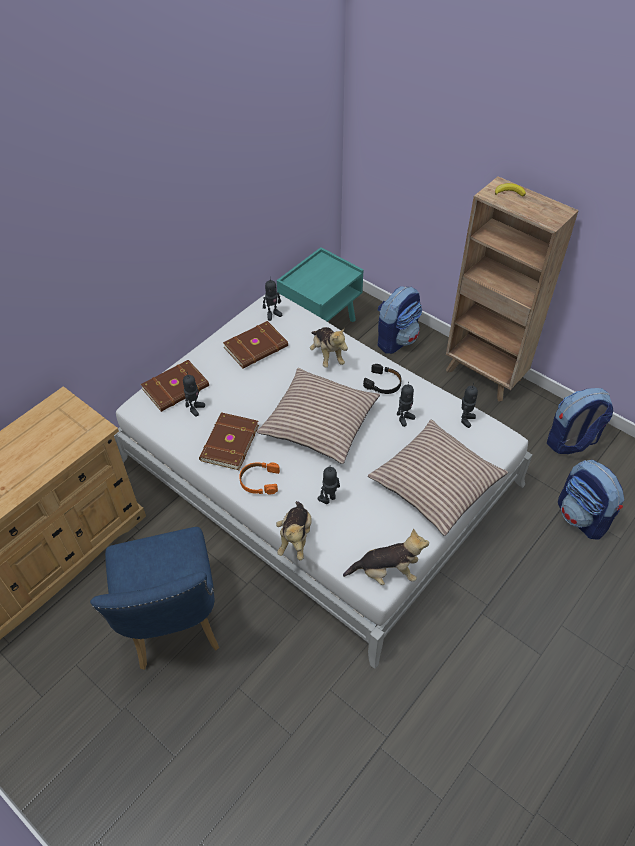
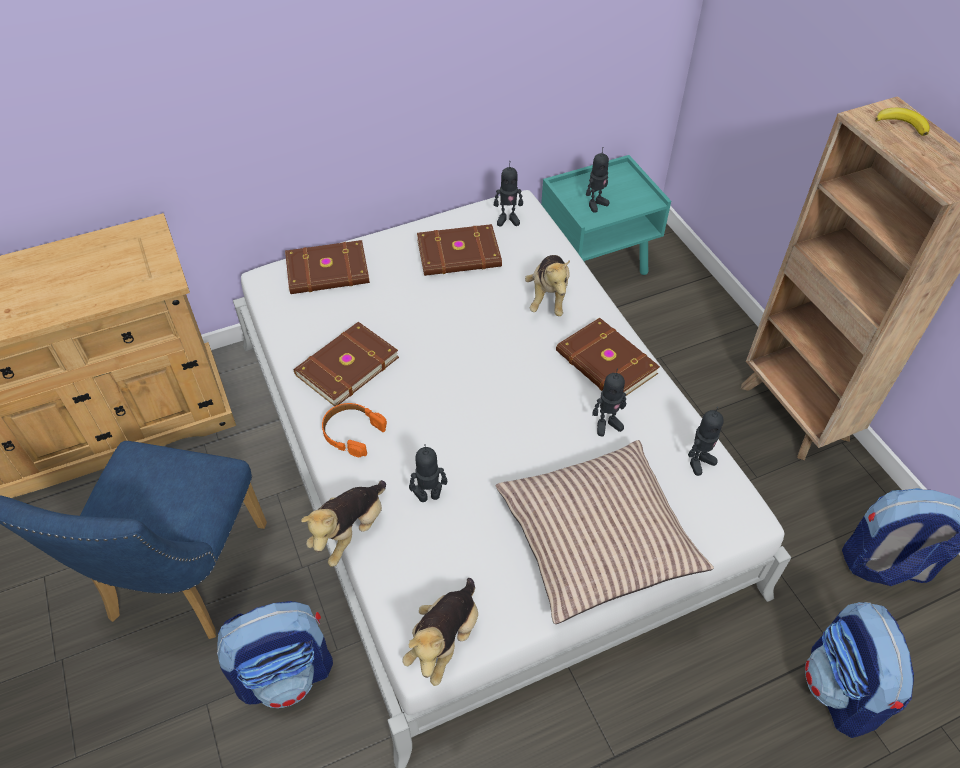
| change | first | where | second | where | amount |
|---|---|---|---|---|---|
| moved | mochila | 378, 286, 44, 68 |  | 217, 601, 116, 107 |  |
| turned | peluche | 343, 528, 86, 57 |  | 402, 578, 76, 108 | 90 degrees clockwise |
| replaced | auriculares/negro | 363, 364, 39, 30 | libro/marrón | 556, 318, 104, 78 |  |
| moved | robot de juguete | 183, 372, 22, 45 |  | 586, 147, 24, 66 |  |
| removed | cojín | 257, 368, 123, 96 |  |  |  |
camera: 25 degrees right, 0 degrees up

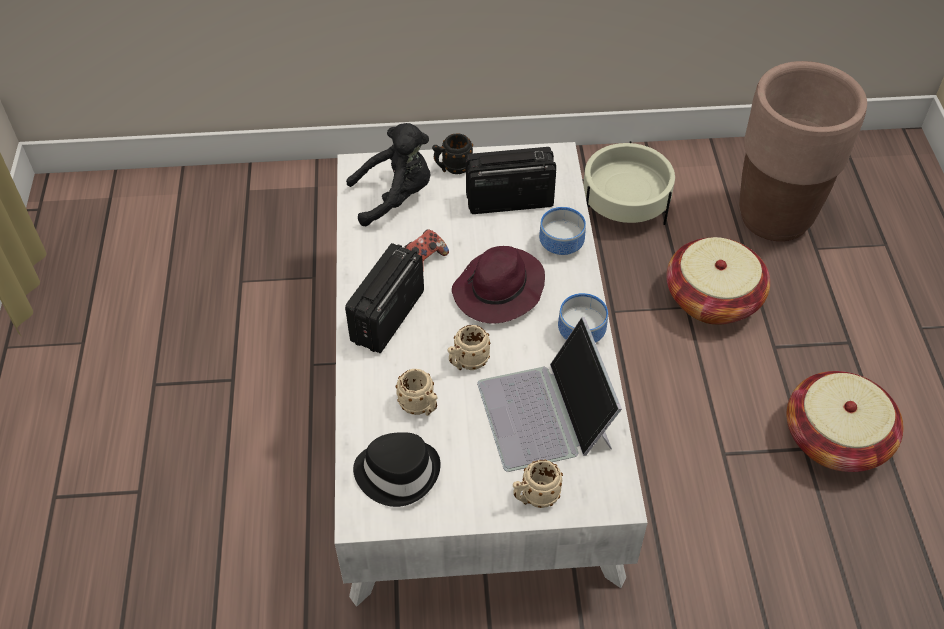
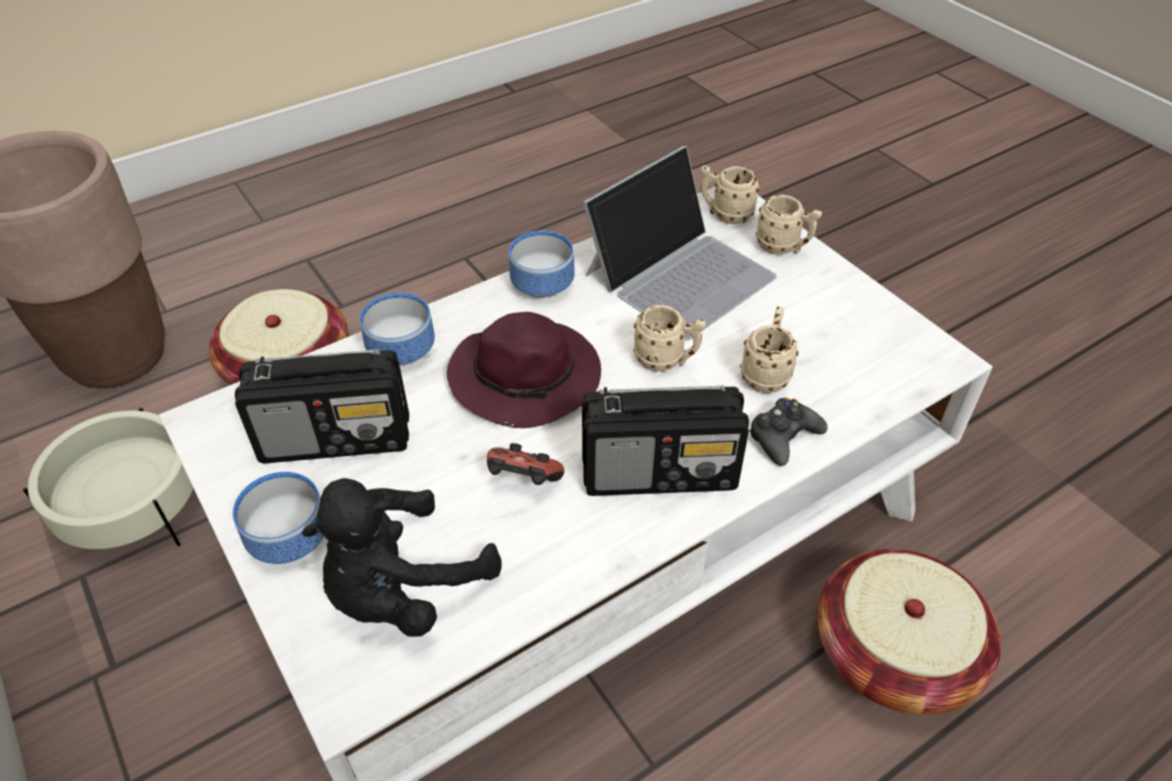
| change | first | where | second | where | amount |
|---|---|---|---|---|---|
| replaced | taza grande/negro | 432, 133, 41, 41 | cuenco | 233, 472, 91, 92 |  |
| turned | radio | 466, 147, 90, 67 |  | 235, 349, 174, 114 | 60 degrees counterclockwise |
| turned | peluche/negro | 346, 123, 85, 103 |  | 302, 478, 200, 159 | 90 degrees counterclockwise |
| added |  |  | taza grande/beis | 701, 166, 59, 58 |  |
| added |  |  | mando de consola/negro | 749, 397, 79, 69 |  |
| moved | cesta | 787, 371, 117, 101 |  | 818, 549, 183, 166 |  |
| removed | sombrero/negro | 353, 432, 88, 75 |  |  |  |
camera: 120 degrees left, 5 degrees down

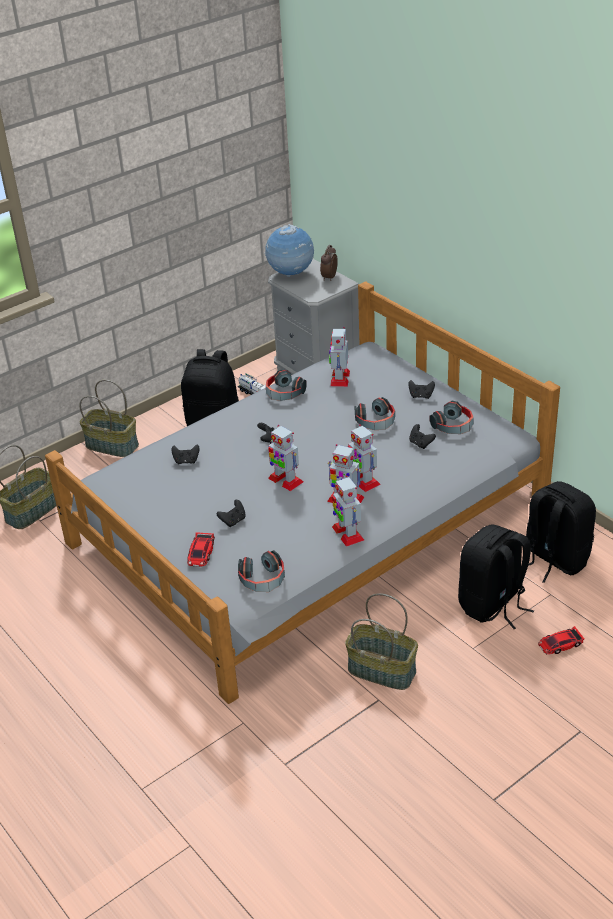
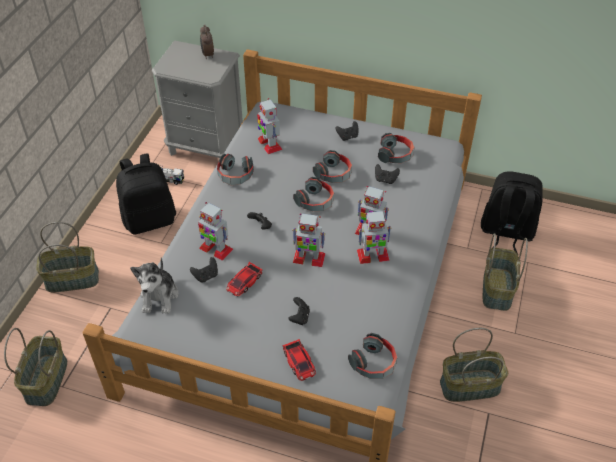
| change | first | where | second | where | amount |
|---|---|---|---|---|---|
| added |  |  | peluche | 130, 258, 48, 56 |  |
| moved | robot de juguete | 332, 475, 32, 72 |  | 198, 202, 35, 59 |  |
| moved | coche de juguete | 538, 626, 46, 29 |  | 226, 262, 37, 34 |  |
| added |  |  | auriculares | 293, 177, 41, 34 |  |
| replaced | mochila/negro | 458, 524, 76, 105 | cesta | 483, 233, 45, 78 |  |
| removed | globo terráqueo | 264, 224, 50, 53 |  |  |  |
camera: 35 degrees left, 10 degrees up

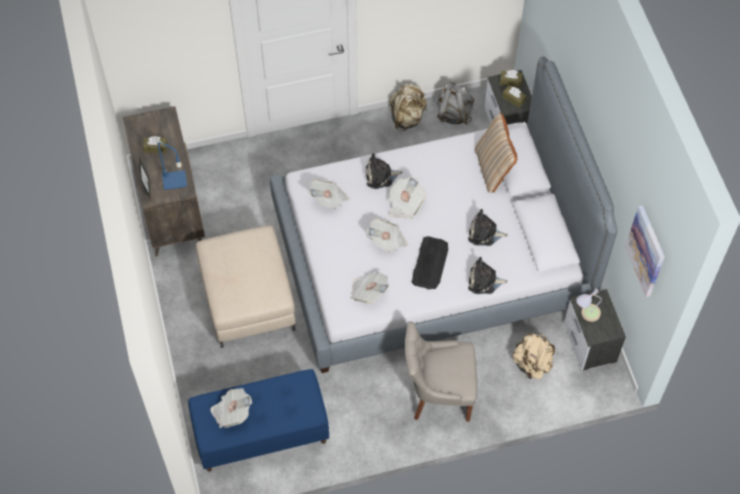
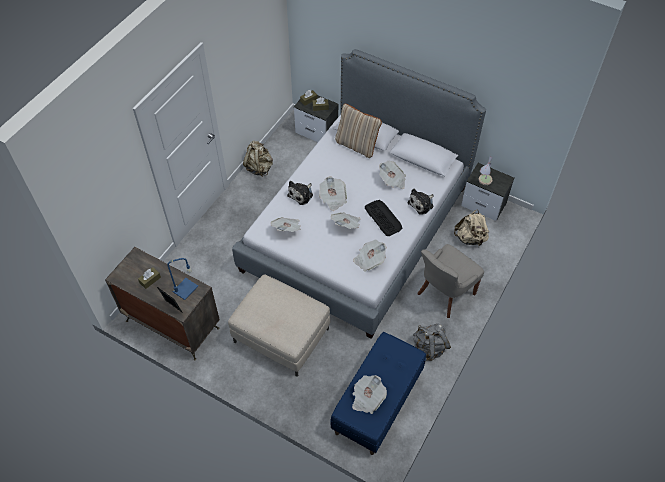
| change | first | where | second | where | amount |
|---|---|---|---|---|---|
| replaced | peluche | 468, 209, 40, 37 | periódico | 379, 161, 27, 28 |  |
| moved | mochila/gris | 437, 81, 37, 44 |  | 413, 324, 38, 37 |  |
| removed | cuadro | 625, 205, 40, 92 |  |  |  |
camera: 45 degrees left, 5 degrees down

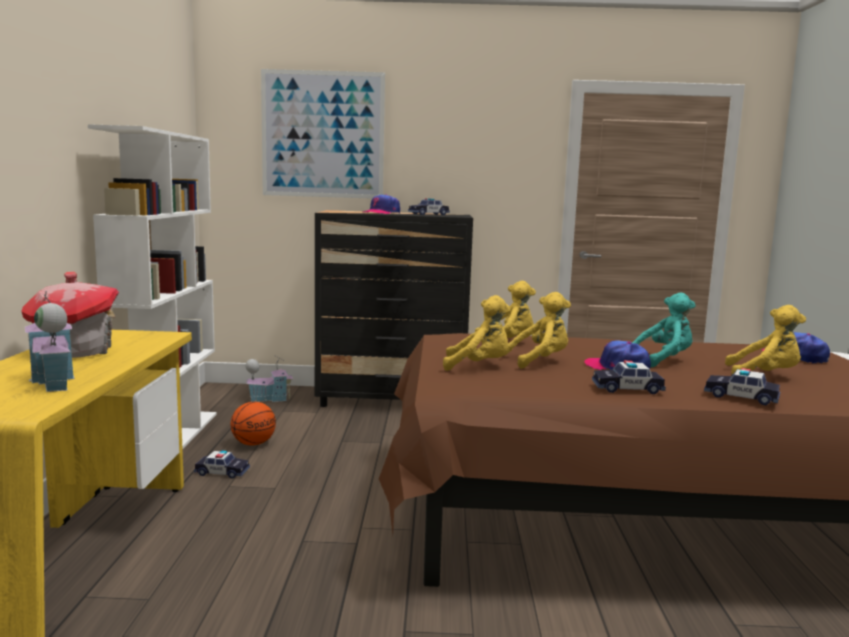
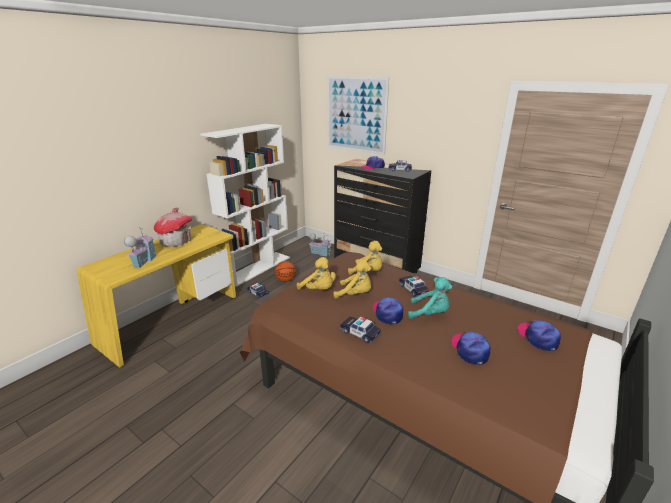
| change | first | where | second | where | amount |
|---|---|---|---|---|---|
| moved | coche de juguete | 704, 368, 76, 37 |  | 398, 276, 31, 21 |  |
| replaced | peluche/amarillo | 725, 305, 81, 69 | gorra | 451, 331, 40, 34 |  |
camera: 35 degrees right, 15 degrees up

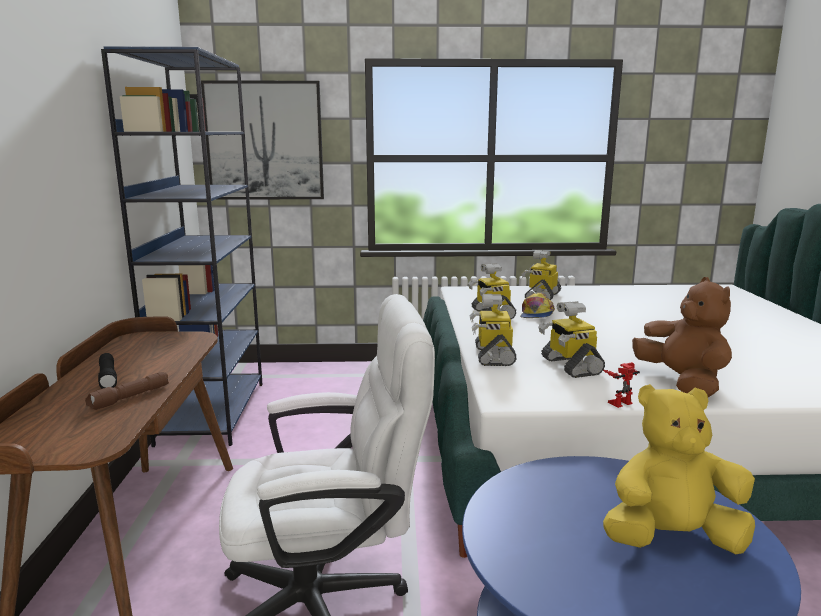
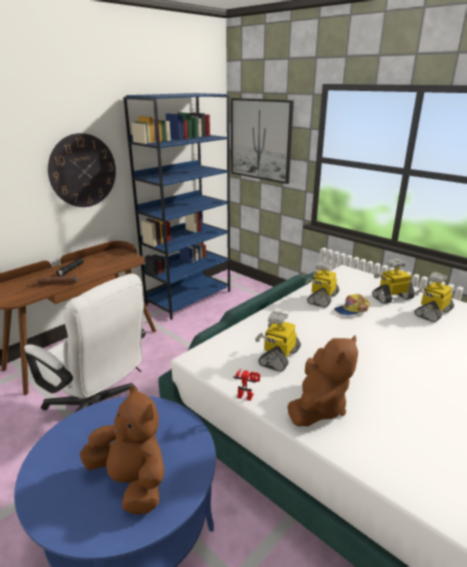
| change | first | where | second | where | amount |
|---|---|---|---|---|---|
| added |  |  | reloj de pared | 48, 133, 68, 74 |  |
| recoloured | peluche/amarillo | 603, 384, 152, 170 | peluche/marrón | 80, 386, 84, 128 |  |
| moved | robot de juguete | 470, 294, 46, 72 |  | 414, 272, 40, 50 |  |
camera: 45 degrees right, 10 degrees up

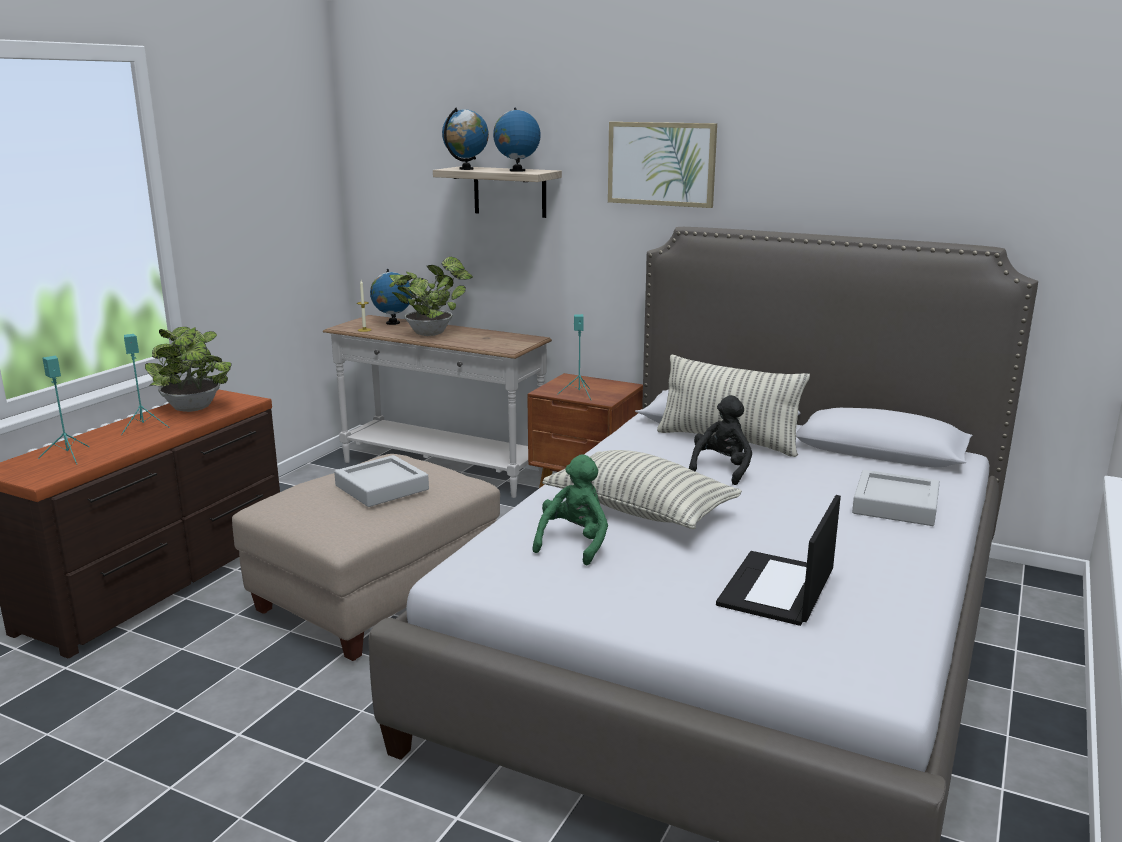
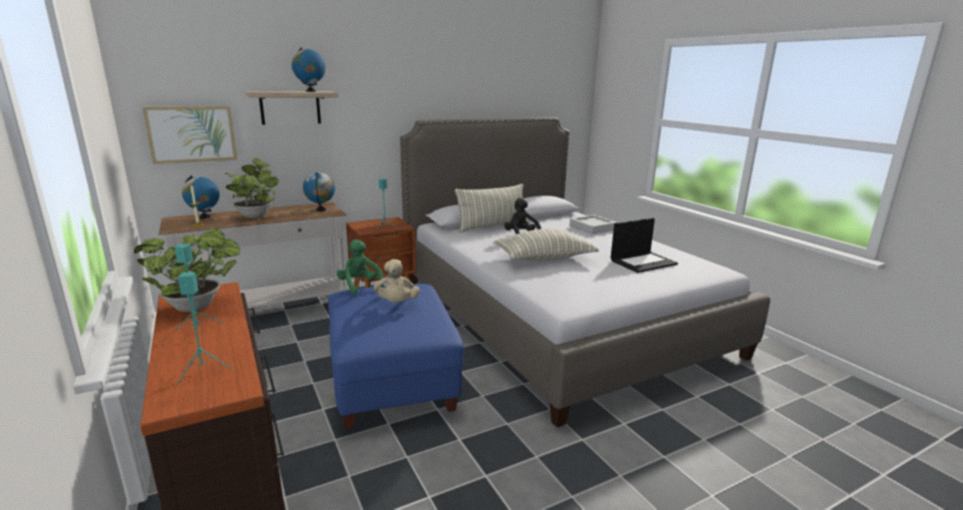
| change | first | where | second | where | amount |
|---|---|---|---|---|---|
| moved | cuadro | 608, 122, 109, 86 |  | 142, 106, 95, 58 |  |
| moved | globo terráqueo | 442, 108, 47, 62 |  | 303, 172, 32, 39 |  |
| recoloured | puf/beis | 232, 454, 268, 207 | puf/azul | 328, 284, 136, 145 |  |
| moved | peluche/verde | 532, 454, 76, 111 |  | 337, 240, 47, 55 |  |
| replaced | bandeja/gris | 334, 455, 95, 52 | peluche/beis | 374, 259, 46, 43 |  |
| turned | portátil | 716, 495, 125, 131 |  | 611, 218, 67, 55 | 90 degrees counterclockwise |
camera: 55 degrees left, 0 degrees up

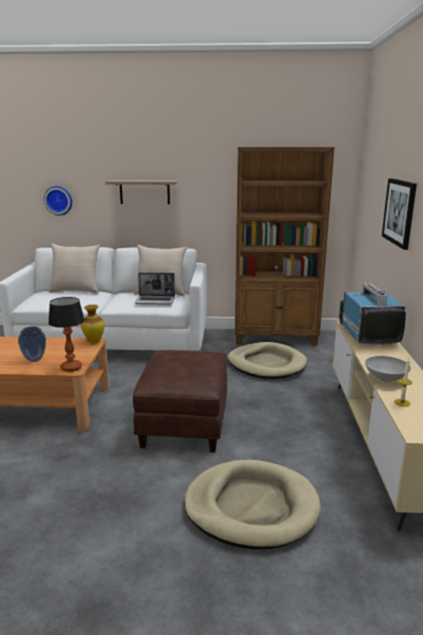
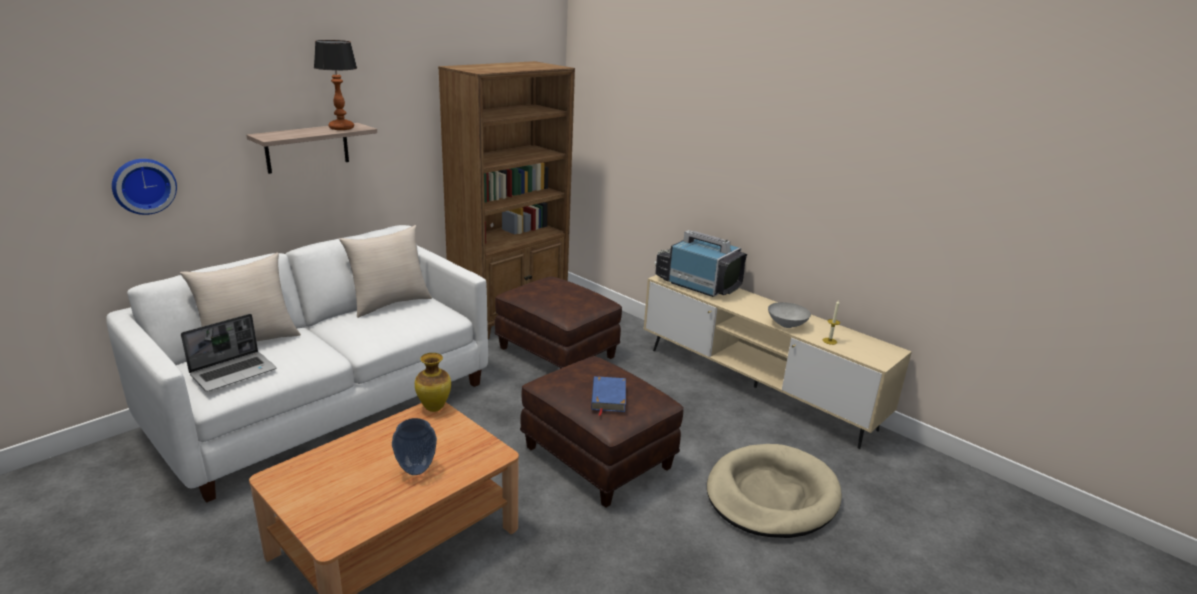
| change | first | where | second | where | amount |
|---|---|---|---|---|---|
| moved | portátil | 135, 272, 40, 33 |  | 181, 314, 96, 78 |  |
| moved | lámpara de mesa | 48, 297, 37, 75 |  | 314, 40, 43, 90 |  |
| replaced | cama para perro/beis | 227, 342, 80, 37 | puf/marrón | 494, 276, 128, 93 |  |
| added |  |  | libro/azul | 591, 376, 35, 40 |  |
| removed | cuadro | 382, 178, 35, 72 |  |  |  |
camera: 50 degrees left, 5 degrees up

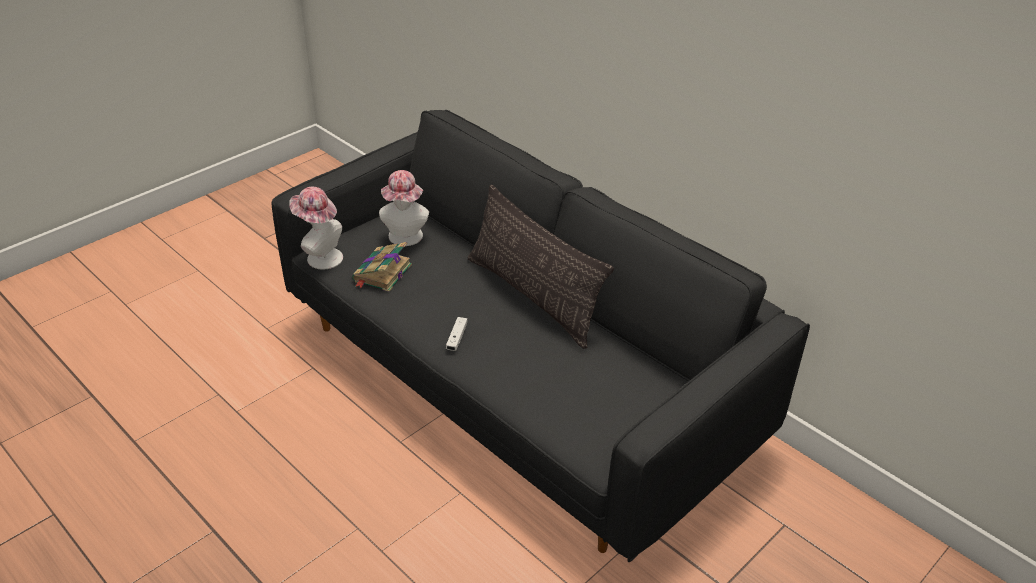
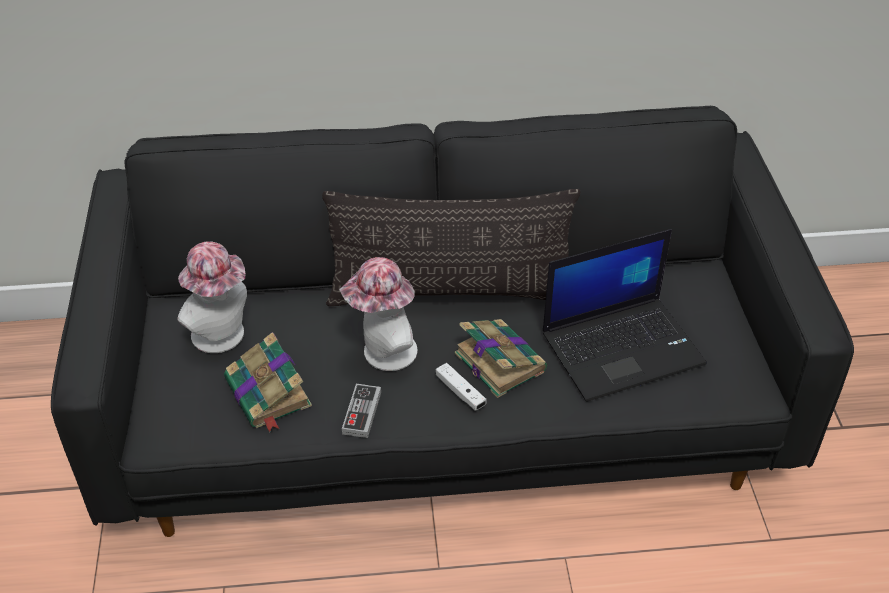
| change | first | where | second | where | amount |
|---|---|---|---|---|---|
| moved | sombrero | 289, 187, 54, 83 |  | 340, 257, 78, 114 |  |
| added |  |  | mando de consola | 342, 384, 39, 54 |  |
| added |  |  | libro | 455, 319, 92, 79 |  |
| added |  |  | portátil | 543, 229, 164, 173 |  |
camera: 50 degrees left, 5 degrees up

